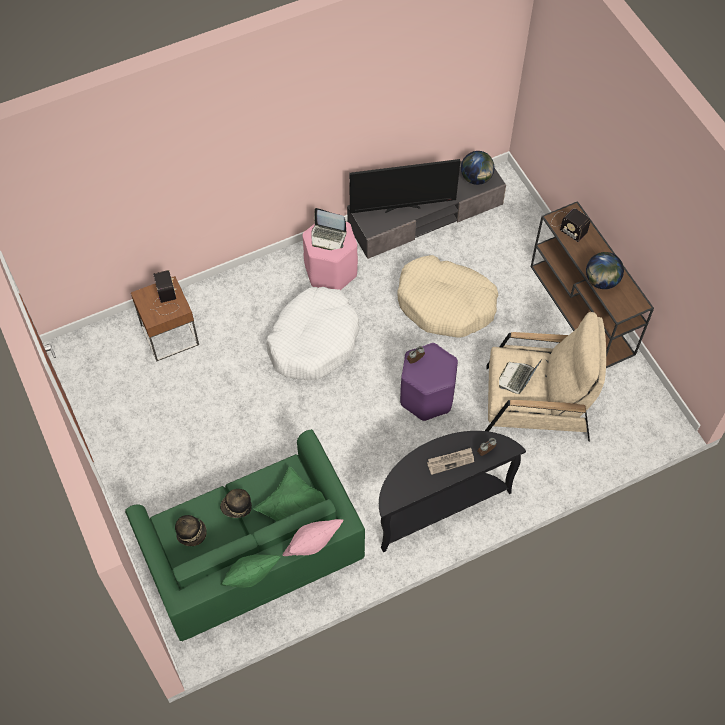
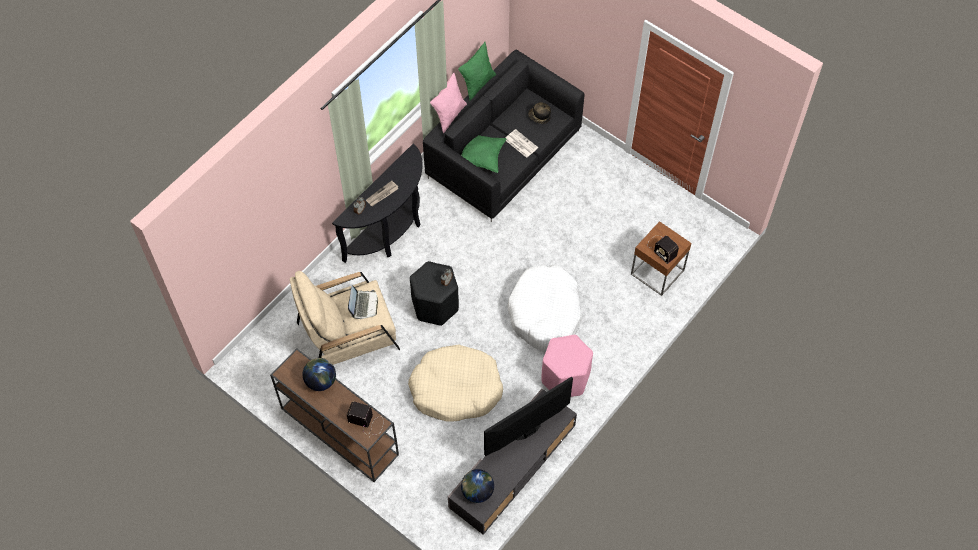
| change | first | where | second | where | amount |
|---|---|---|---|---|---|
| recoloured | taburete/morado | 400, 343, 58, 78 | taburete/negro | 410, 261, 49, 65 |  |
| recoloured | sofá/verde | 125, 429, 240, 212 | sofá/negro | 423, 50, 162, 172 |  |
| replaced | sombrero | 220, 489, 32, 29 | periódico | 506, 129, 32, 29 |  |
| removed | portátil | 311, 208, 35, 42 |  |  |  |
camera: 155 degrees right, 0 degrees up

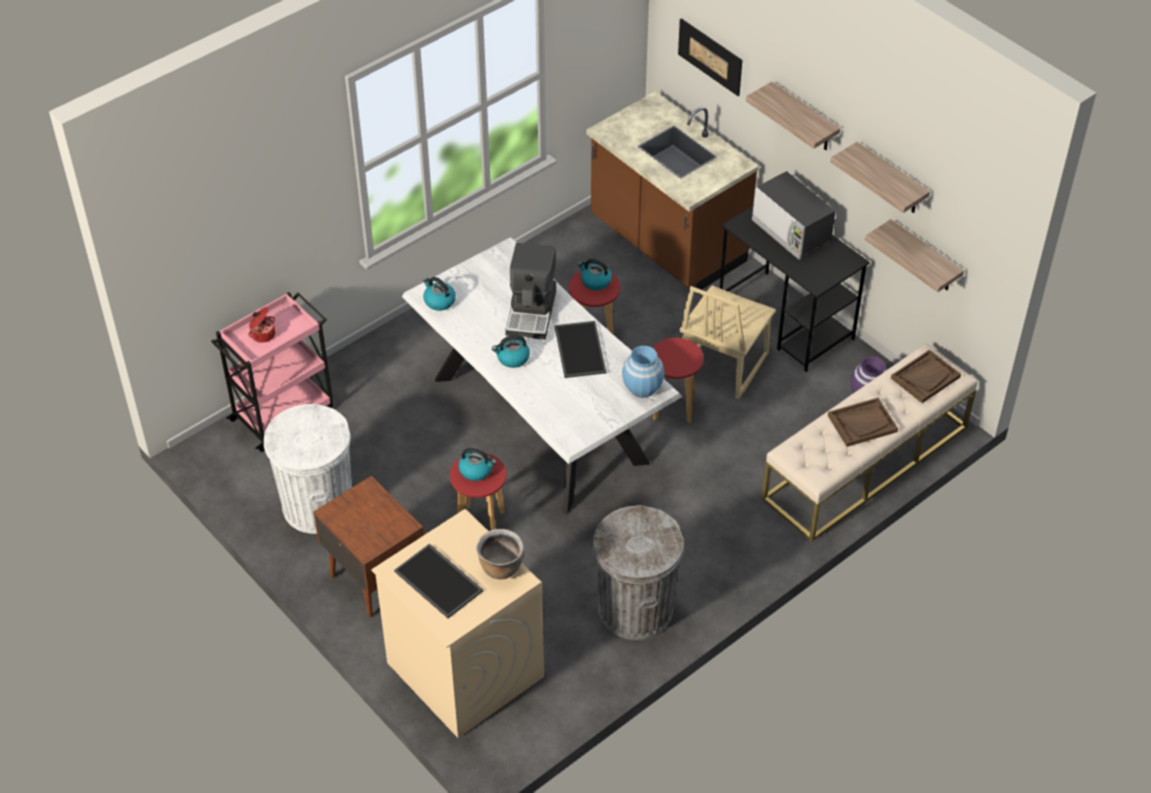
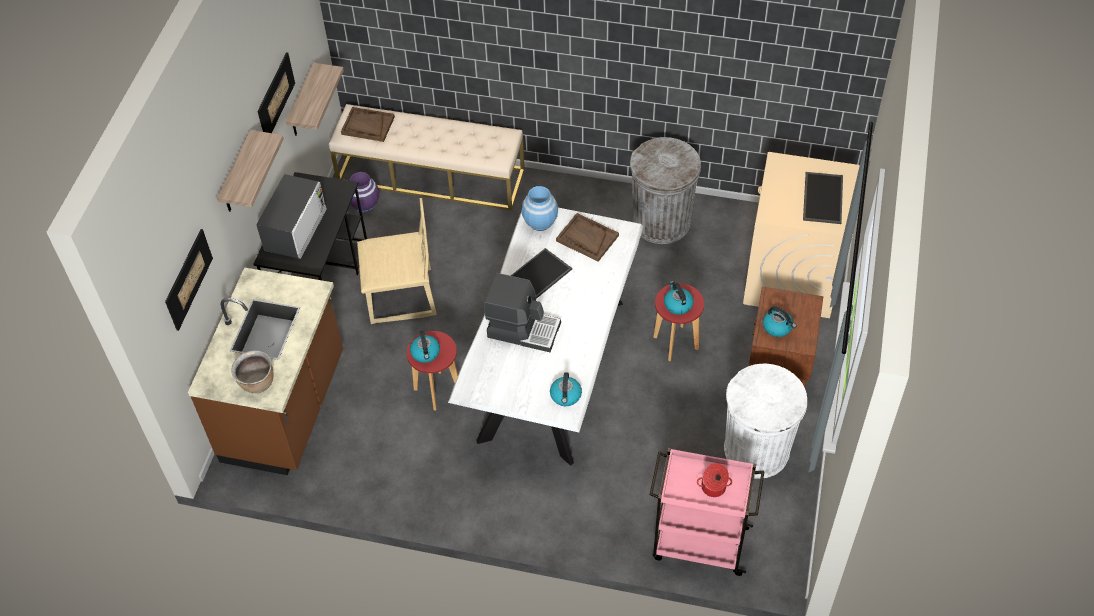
| change | first | where | second | where | amount |
|---|---|---|---|---|---|
| moved | olla/marrón | 476, 529, 48, 51 |  | 231, 350, 43, 43 |  |
| replaced | estante | 831, 142, 99, 71 | cuadro | 257, 52, 38, 81 |  |
| turned | cafetera | 505, 243, 51, 97 |  | 484, 273, 77, 79 | 45 degrees clockwise |
| moved | bandeja/marrón | 828, 398, 70, 49 |  | 556, 213, 63, 49 |  |
| moved | hervidor | 492, 335, 38, 33 |  | 763, 306, 33, 31 |  |
| removed | taburete/rojo | 653, 338, 50, 85 |  |  |  |
camera: 125 degrees left, 5 degrees up

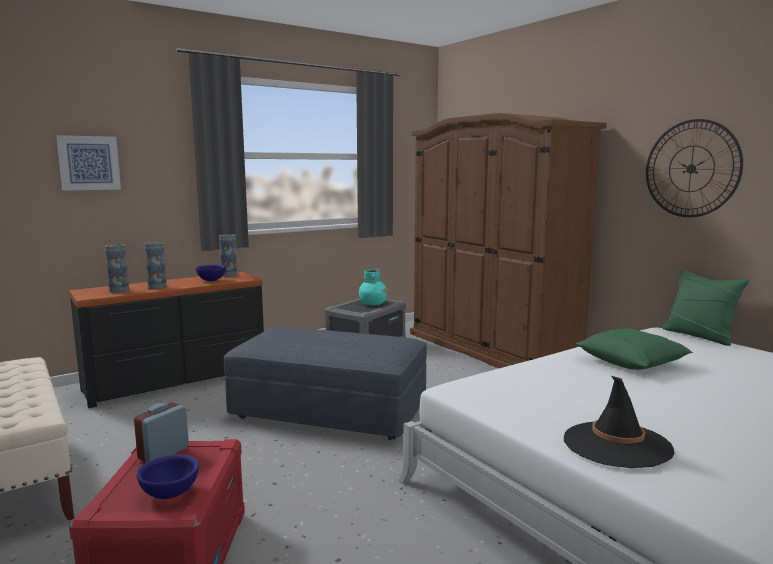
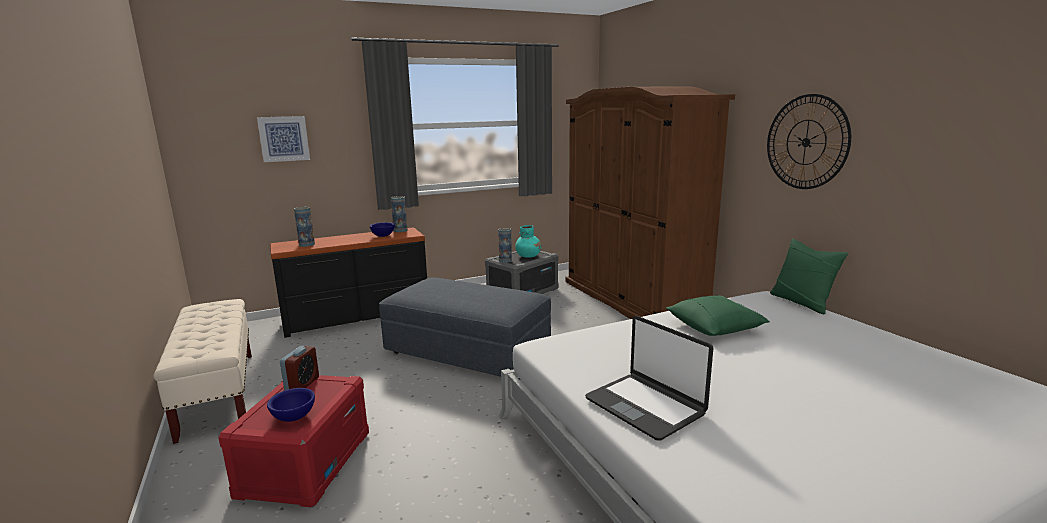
| change | first | where | second | where | amount |
|---|---|---|---|---|---|
| turned | despertador | 134, 402, 55, 60 |  | 280, 346, 39, 44 | 150 degrees clockwise |
| moved | florero | 144, 242, 23, 47 |  | 498, 228, 14, 35 |  |
| replaced | sombrero/negro | 564, 376, 110, 92 | portátil | 585, 316, 128, 125 |  |
camera: 10 degrees right, 5 degrees up

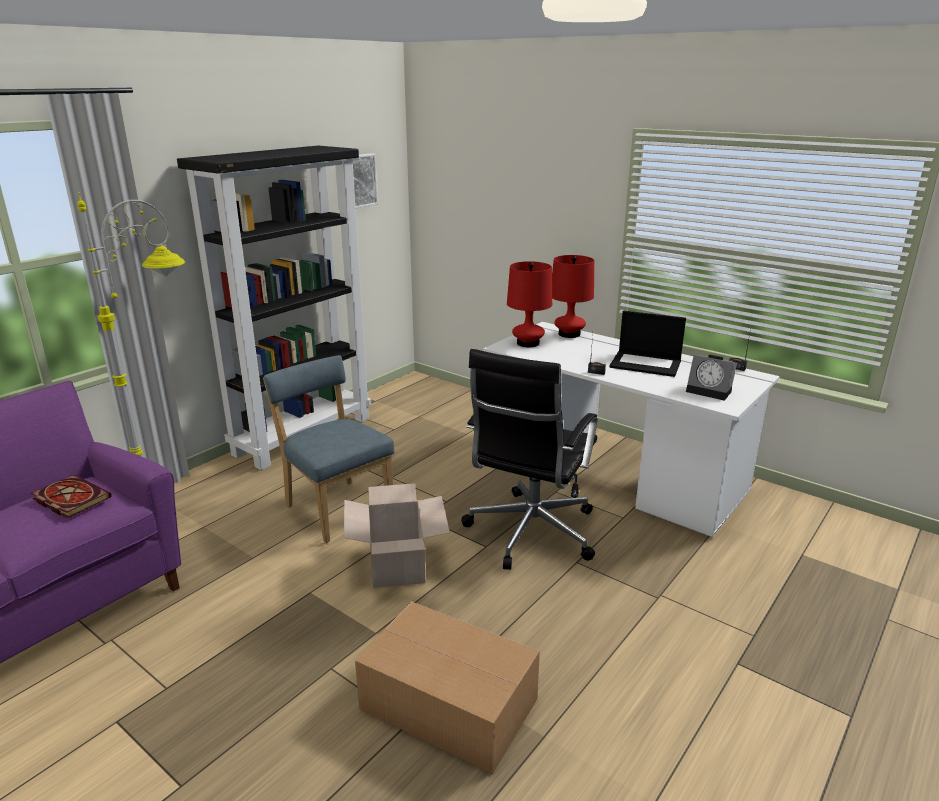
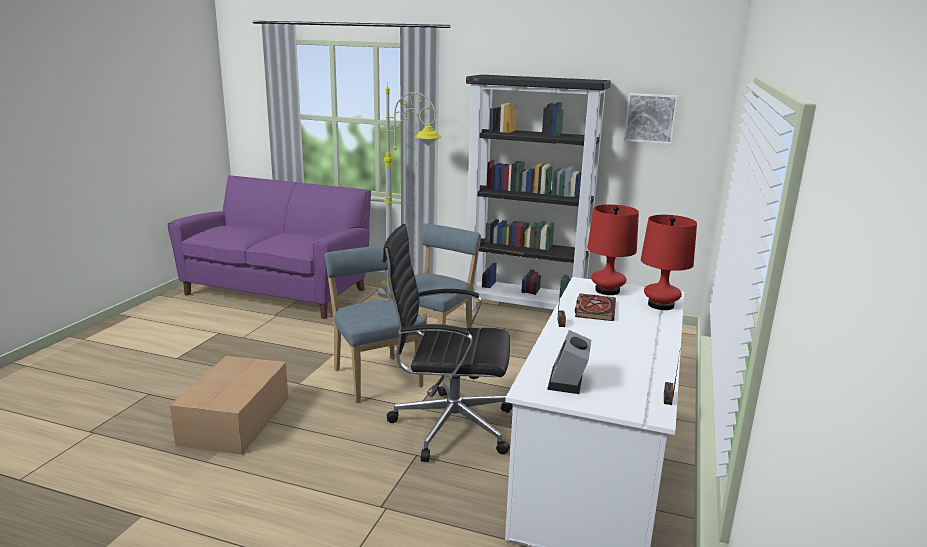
| change | first | where | second | where | amount |
|---|---|---|---|---|---|
| replaced | caja de cartón | 344, 483, 106, 105 | silla/azul | 325, 245, 101, 157 |  |
| moved | libro | 31, 475, 81, 43 |  | 575, 293, 41, 28 |  |
| removed | portátil | 610, 311, 76, 66 |  |  |  |
camera: 70 degrees right, 5 degrees down

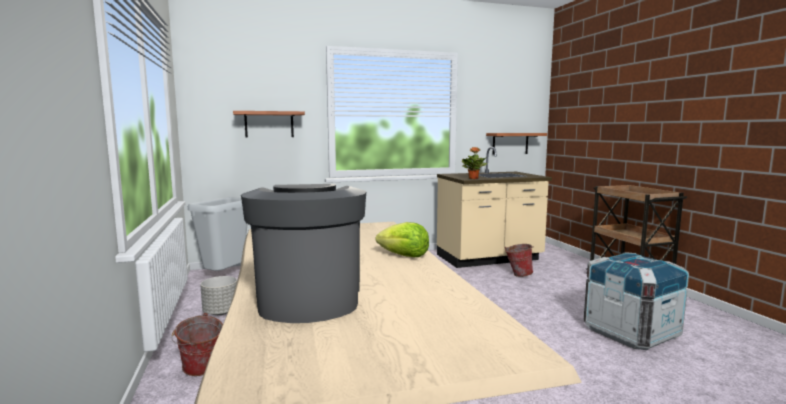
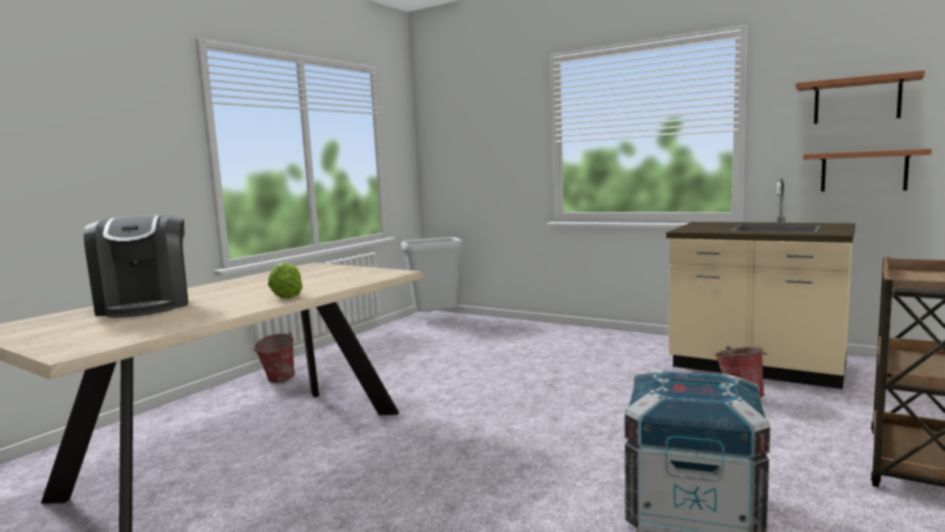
| change | first | where | second | where | amount |
|---|---|---|---|---|---|
| turned | cafetera | 241, 184, 125, 139 |  | 84, 215, 104, 103 | 120 degrees clockwise |
| moved | estante | 233, 111, 72, 26 |  | 796, 70, 129, 54 |  |
| removed | maceta/gris | 200, 276, 37, 39 |  |  |  |
| removed | planta en maceta | 462, 147, 25, 32 |  |  |  |
camera: 50 degrees right, 0 degrees up

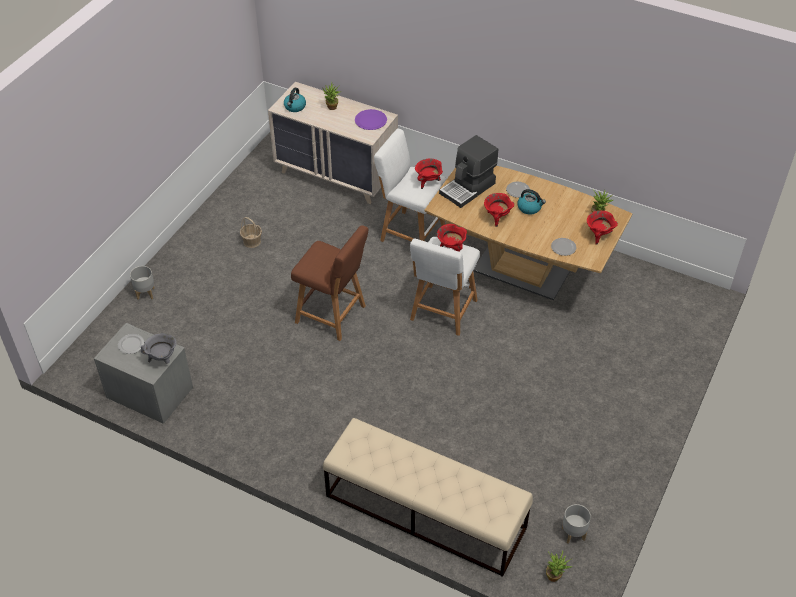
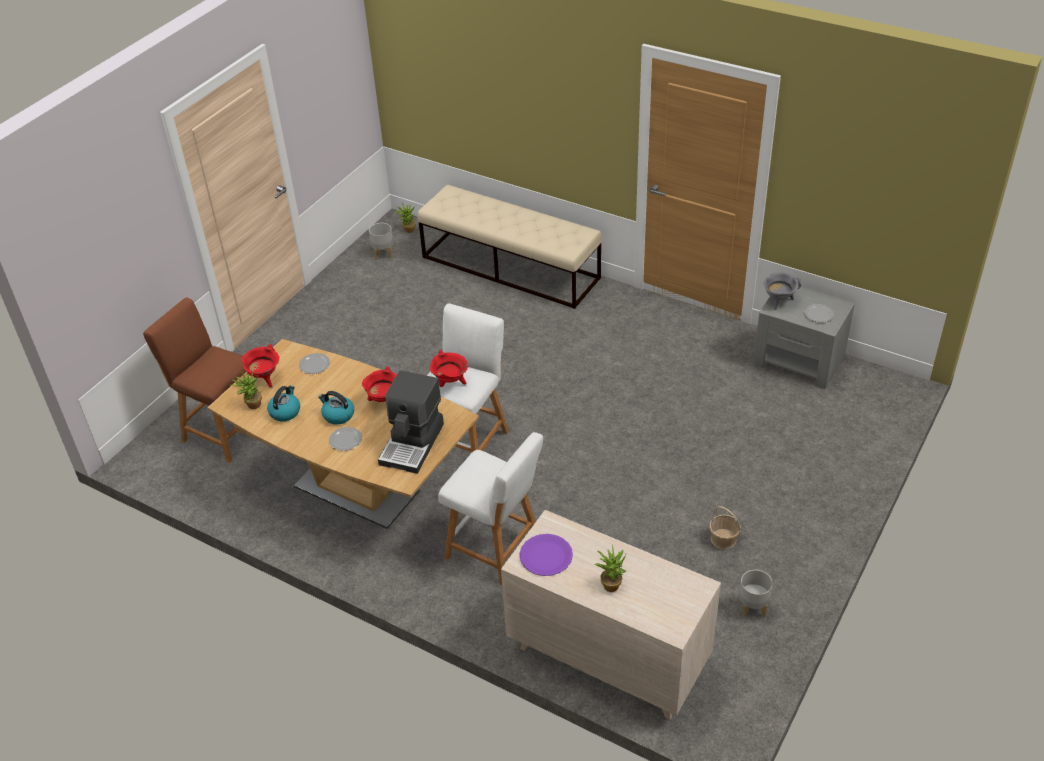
| change | first | where | second | where | amount |
|---|---|---|---|---|---|
| moved | taburete/marrón | 291, 225, 77, 116 |  | 143, 297, 104, 166 |  |
| moved | hervidor | 284, 88, 22, 24 |  | 267, 385, 33, 36 |  |
| turned | cafetera | 439, 135, 59, 73 |  | 378, 371, 66, 103 | 150 degrees clockwise |
| moved | maceta/gris | 130, 266, 25, 34 |  | 739, 570, 34, 48 |  |
| removed | olla/rojo | 415, 158, 28, 31 |  |  |  |
camera: 175 degrees left, 5 degrees down

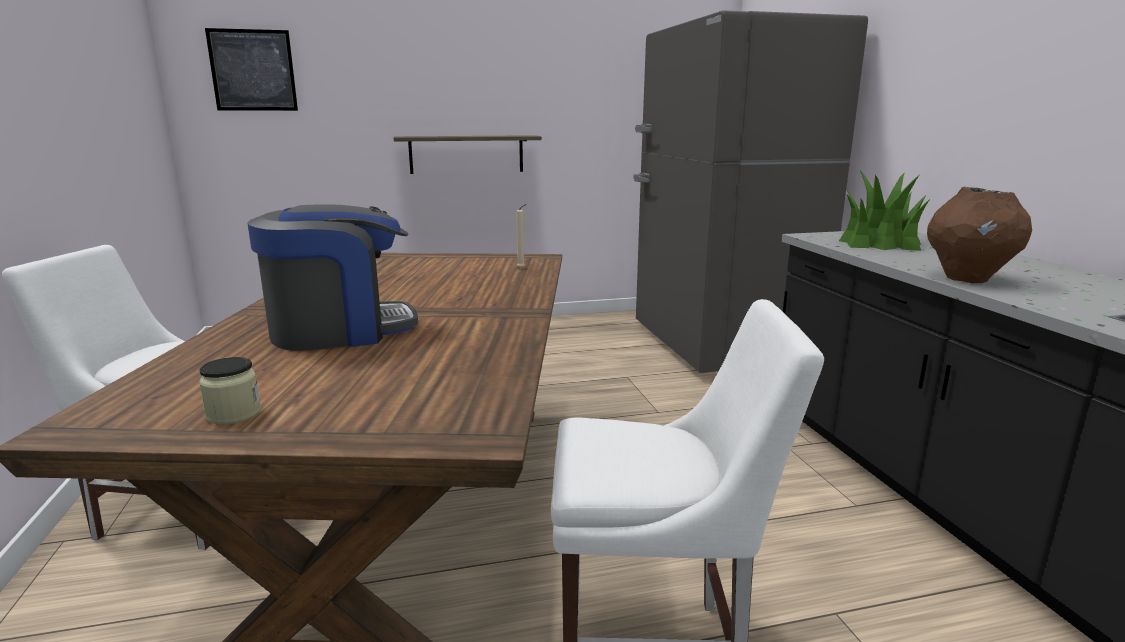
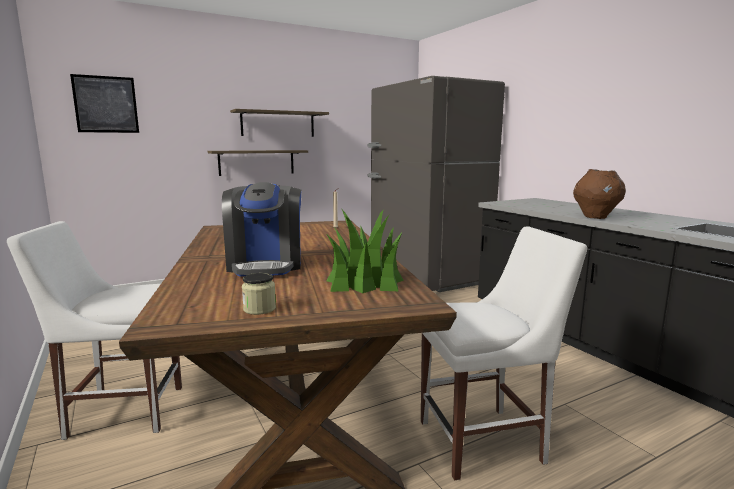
| change | first | where | second | where | amount |
|---|---|---|---|---|---|
| turned | cafetera | 247, 204, 171, 147 |  | 222, 182, 79, 95 | 120 degrees clockwise |
| added |  |  | estante | 230, 109, 99, 28 |  |
| moved | planta en maceta | 839, 171, 91, 80 |  | 326, 209, 78, 84 |  |
camera: 15 degrees left, 5 degrees down

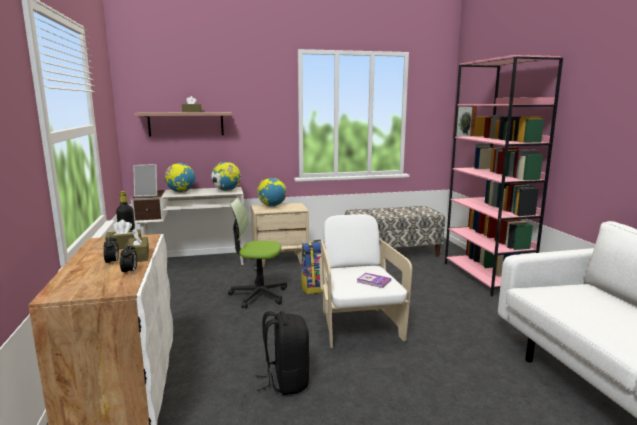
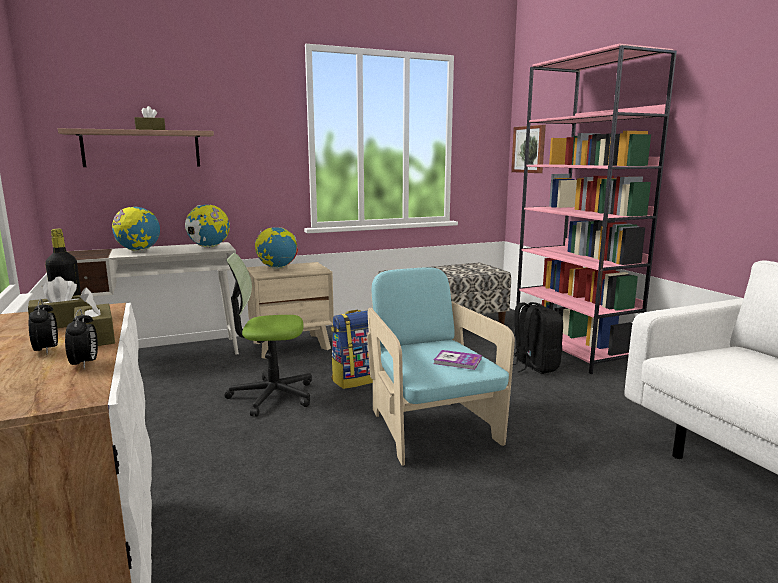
| change | first | where | second | where | amount |
|---|---|---|---|---|---|
| recoloured | sillón/blanco | 319, 214, 93, 135 | sillón/turquesa | 367, 267, 148, 199 |  |
| moved | mochila/negro | 255, 311, 55, 84 |  | 513, 302, 50, 72 |  |
| removed | portarretratos | 133, 164, 24, 33 |  |  |  |
camera: 10 degrees left, 0 degrees up

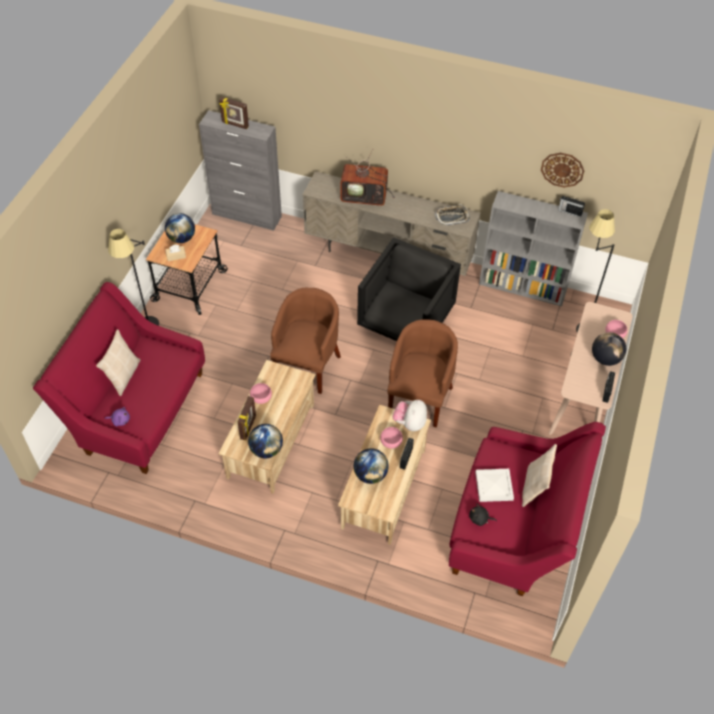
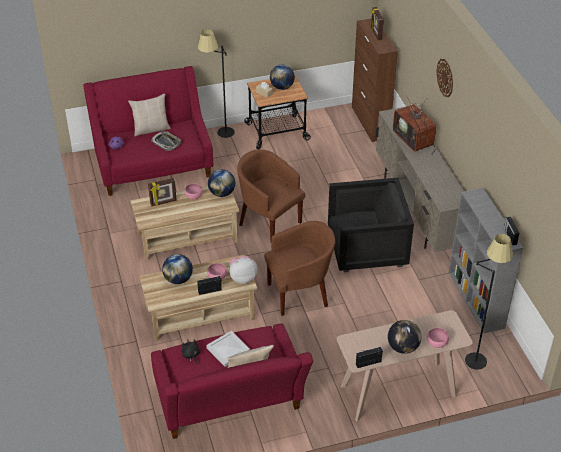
| change | first | where | second | where | amount |
|---|---|---|---|---|---|
| moved | bandeja | 434, 204, 36, 22 |  | 151, 131, 31, 20 |  |
| moved | globo terráqueo | 248, 424, 35, 34 |  | 208, 169, 27, 28 |  |
| turned | sillón/marrón | 270, 288, 71, 106 |  | 237, 149, 68, 93 | 120 degrees counterclockwise |
| recoloured | armario/gris | 199, 110, 83, 121 | armario/marrón | 352, 18, 46, 124 |  |
| moved | reloj de pared | 541, 153, 43, 35 |  | 436, 59, 17, 38 |  |
camera: 55 degrees right, 10 degrees down

